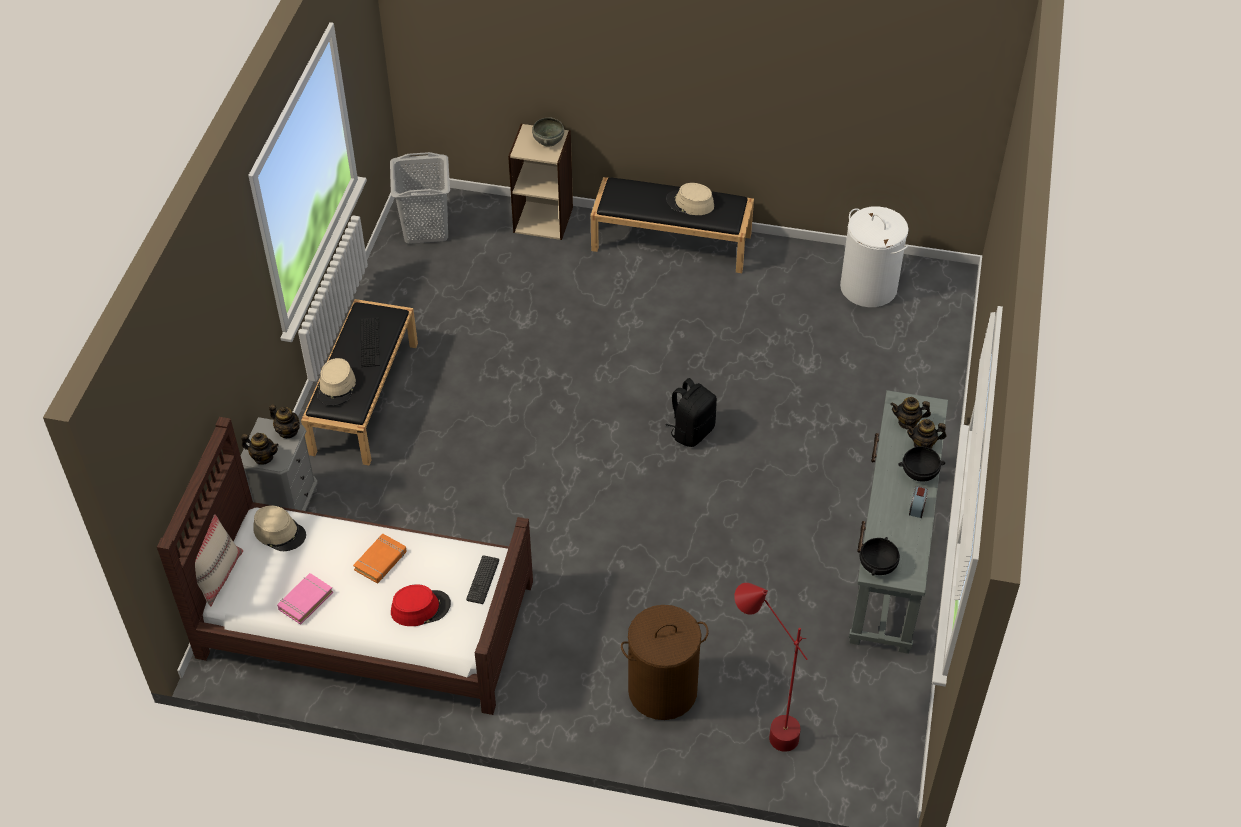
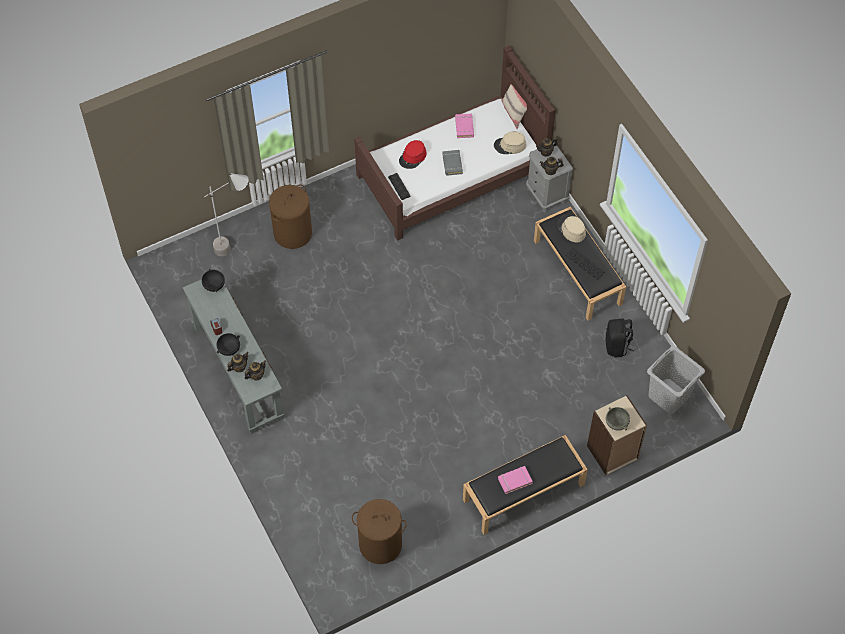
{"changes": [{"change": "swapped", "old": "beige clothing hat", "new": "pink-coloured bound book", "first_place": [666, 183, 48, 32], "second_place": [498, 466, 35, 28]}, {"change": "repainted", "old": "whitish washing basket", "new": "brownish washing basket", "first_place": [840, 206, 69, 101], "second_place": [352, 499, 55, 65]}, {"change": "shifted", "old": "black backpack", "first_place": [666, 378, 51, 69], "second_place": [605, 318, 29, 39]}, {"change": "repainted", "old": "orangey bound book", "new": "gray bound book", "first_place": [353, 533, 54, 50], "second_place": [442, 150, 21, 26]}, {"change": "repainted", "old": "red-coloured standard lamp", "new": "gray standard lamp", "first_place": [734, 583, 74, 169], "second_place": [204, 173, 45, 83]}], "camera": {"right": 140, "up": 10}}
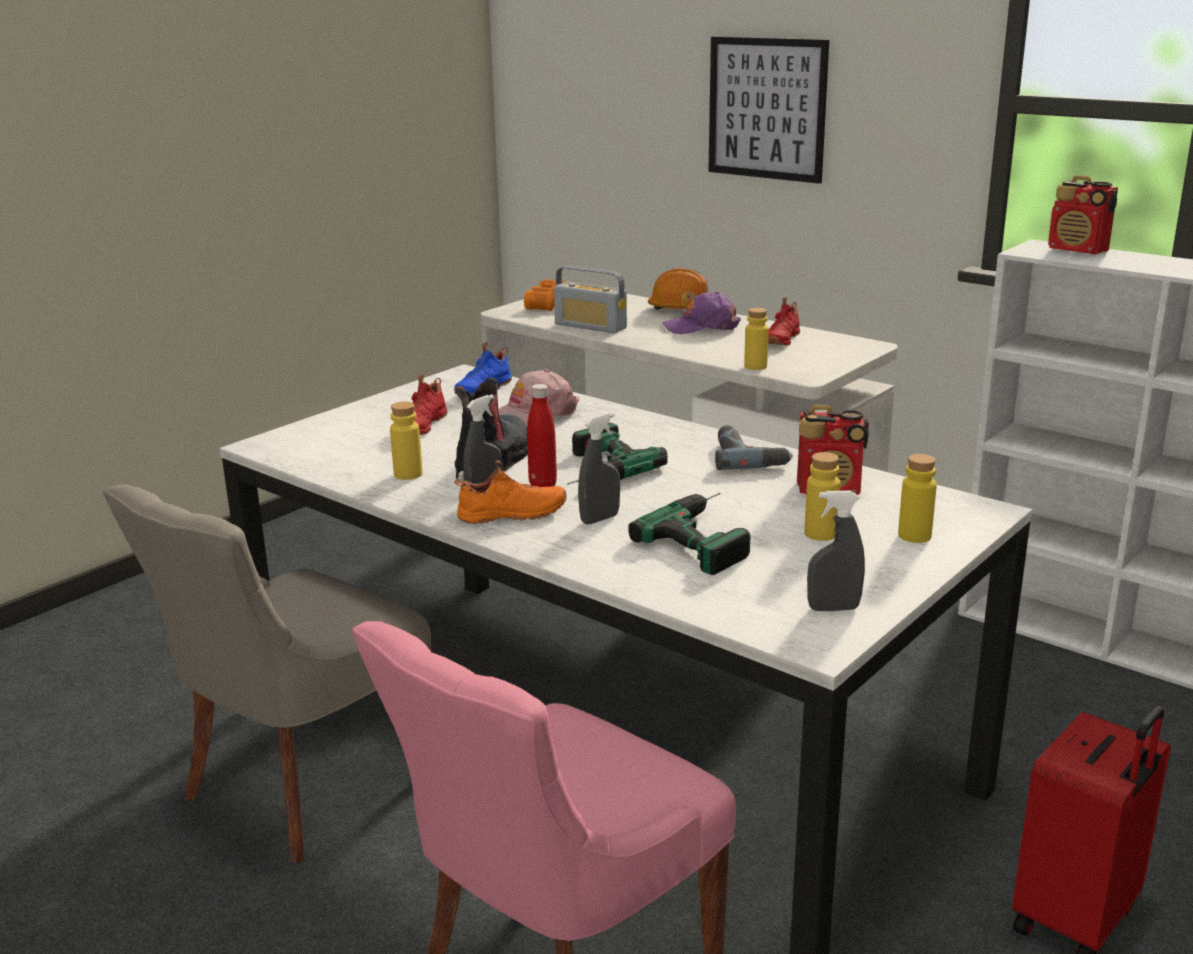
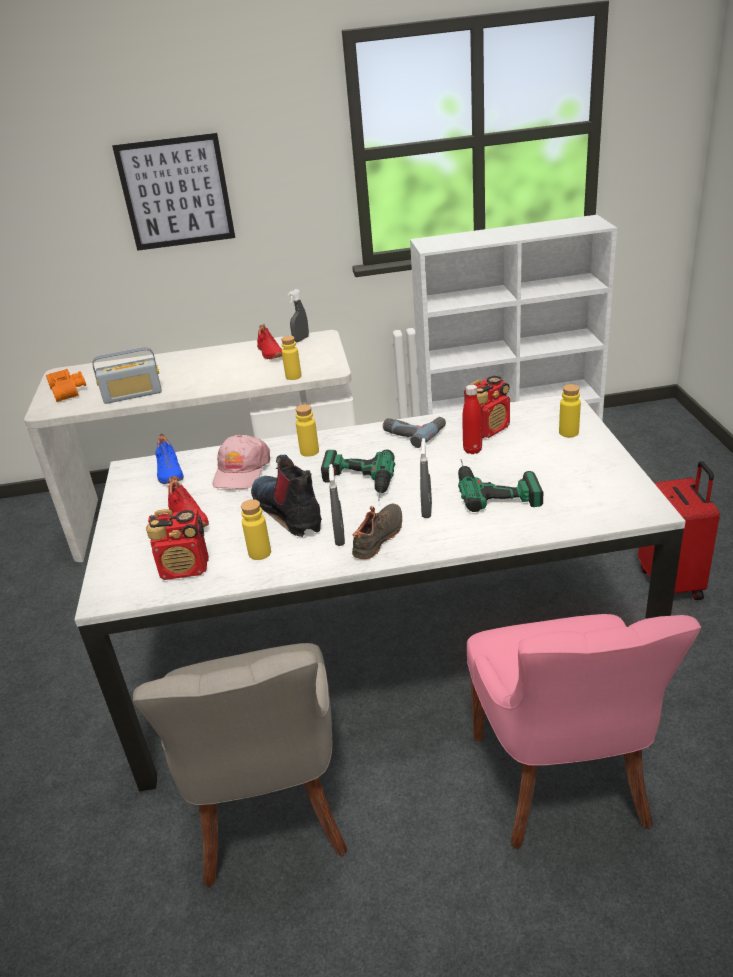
{"changes": [{"change": "shifted", "old": "radio receiver", "first_place": [1048, 175, 70, 79], "second_place": [146, 509, 63, 71]}, {"change": "gone", "old": "orangey hard hat", "first_place": [648, 268, 61, 42]}, {"change": "gone", "old": "purple-coloured baseball cap", "first_place": [663, 292, 78, 42]}, {"change": "shifted", "old": "red-coloured drink bottle", "first_place": [527, 384, 30, 103], "second_place": [462, 385, 20, 69]}, {"change": "shifted", "old": "yellow drink bottle", "first_place": [805, 452, 35, 89], "second_place": [295, 404, 24, 53]}, {"change": "repainted", "old": "orangey shoe", "new": "black shoe", "first_place": [455, 460, 112, 64], "second_place": [352, 504, 50, 55]}, {"change": "shifted", "old": "gray sprayer", "first_place": [807, 491, 58, 120], "second_place": [288, 289, 21, 53]}], "camera": {"right": -45, "up": 10}}
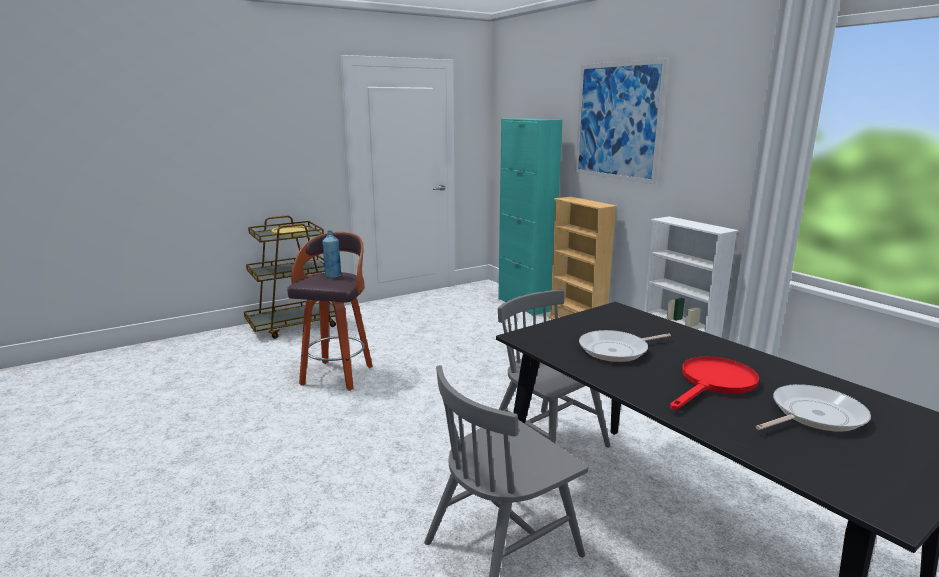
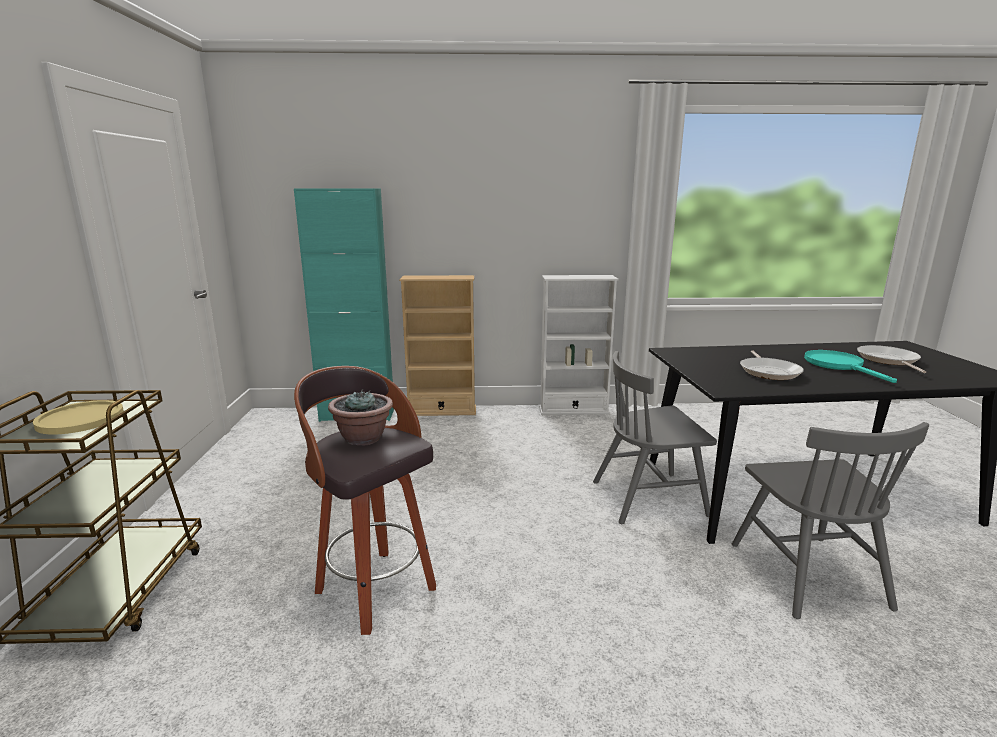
{"changes": [{"change": "gone", "old": "wall art", "first_place": [575, 58, 93, 126]}, {"change": "swapped", "old": "blue-coloured drink bottle", "new": "potted plant", "first_place": [322, 230, 19, 48], "second_place": [328, 389, 65, 56]}, {"change": "repainted", "old": "red-coloured skillet", "new": "turquoise-coloured skillet", "first_place": [670, 357, 89, 53], "second_place": [804, 350, 93, 33]}], "camera": {"right": -60, "up": 0}}
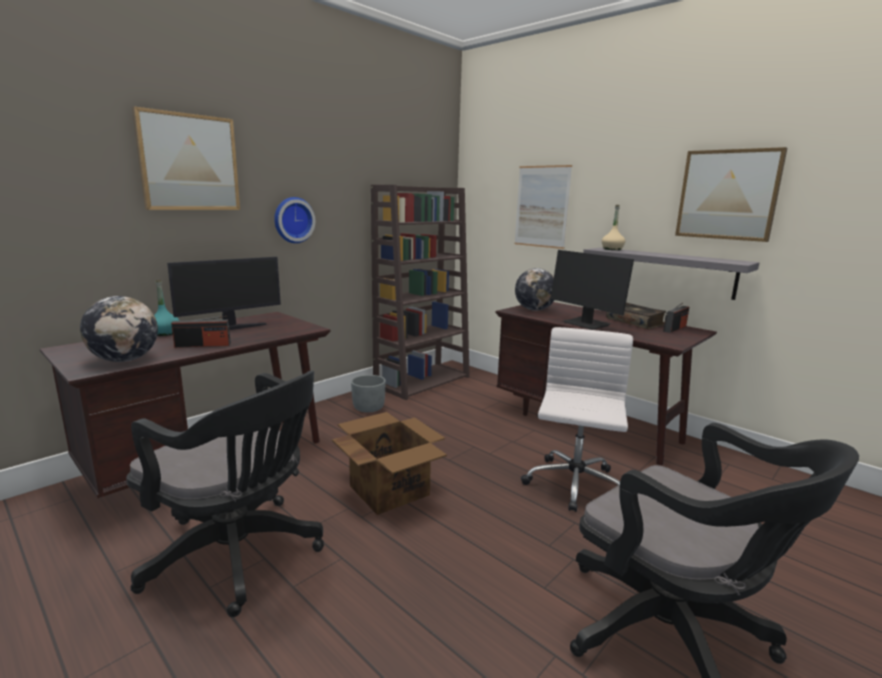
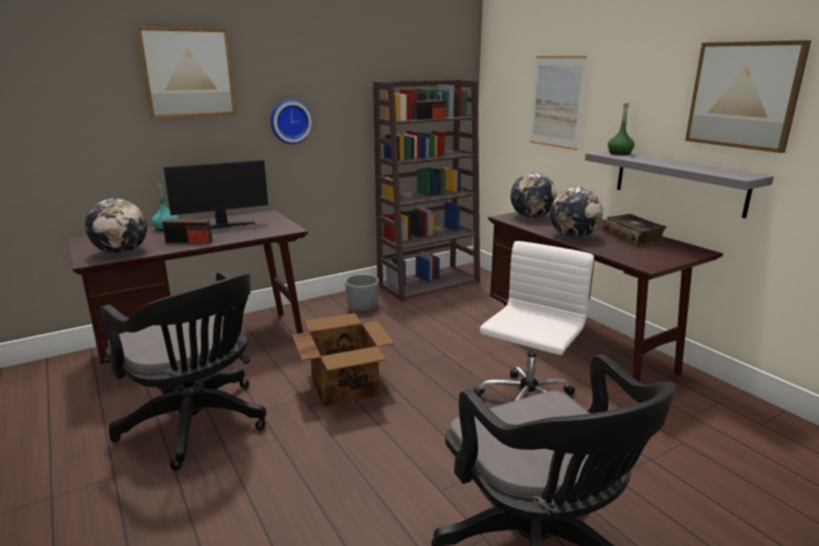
{"changes": [{"change": "repainted", "old": "beige drink bottle", "new": "green drink bottle", "first_place": [602, 205, 23, 45], "second_place": [608, 104, 27, 51]}, {"change": "swapped", "old": "monitor", "new": "desk globe", "first_place": [551, 250, 83, 80], "second_place": [550, 187, 53, 51]}, {"change": "shifted", "old": "radio receiver", "first_place": [663, 303, 26, 30], "second_place": [413, 97, 33, 23]}], "camera": {"right": 15, "up": 5}}
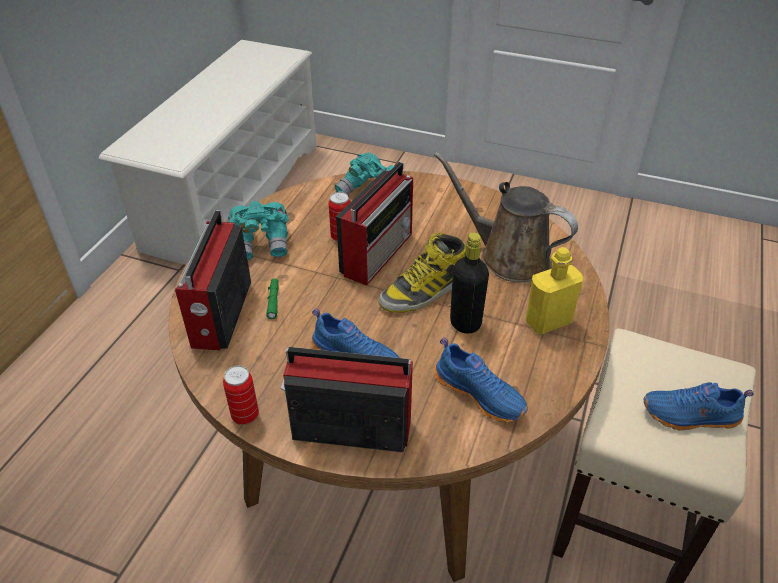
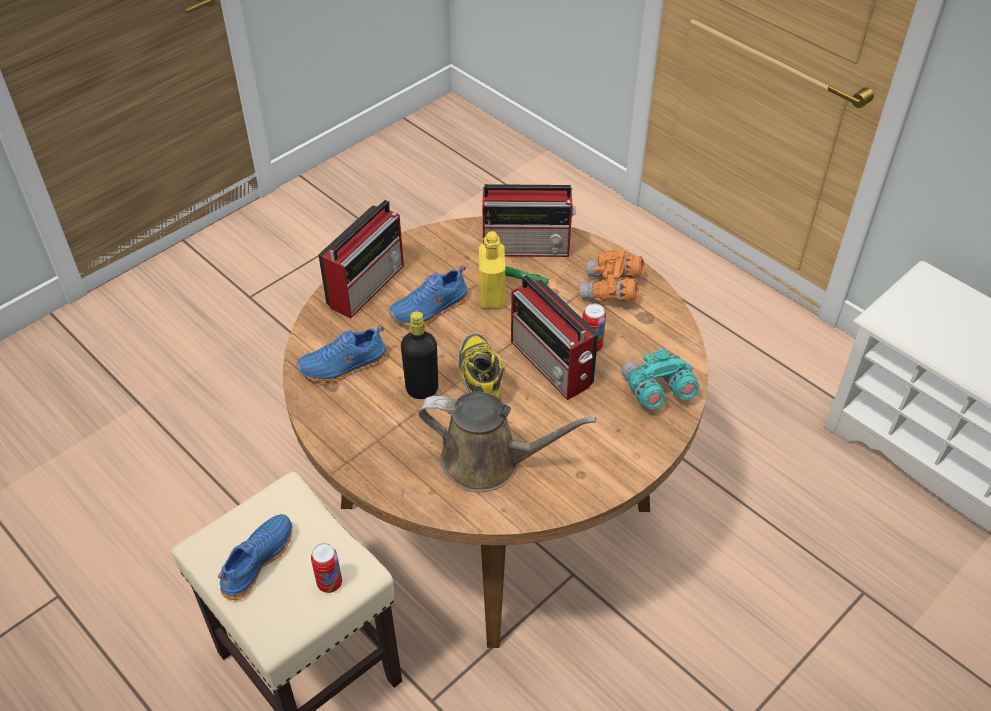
{"changes": [{"change": "rotated", "old": "brownish watering pot", "first_place": [434, 152, 144, 130], "second_place": [418, 392, 178, 100], "degrees": 45}, {"change": "repainted", "old": "turquoise-coloured binoculars", "new": "orangey binoculars", "first_place": [227, 201, 62, 59], "second_place": [580, 249, 65, 53]}, {"change": "rotated", "old": "radio receiver", "first_place": [175, 210, 76, 141], "second_place": [483, 184, 93, 73], "degrees": 150}, {"change": "shifted", "old": "yellow drink bottle", "first_place": [526, 247, 57, 87], "second_place": [479, 231, 26, 78]}, {"change": "shifted", "old": "can", "first_place": [223, 366, 36, 59], "second_place": [311, 543, 31, 50]}], "camera": {"right": 115, "up": 5}}
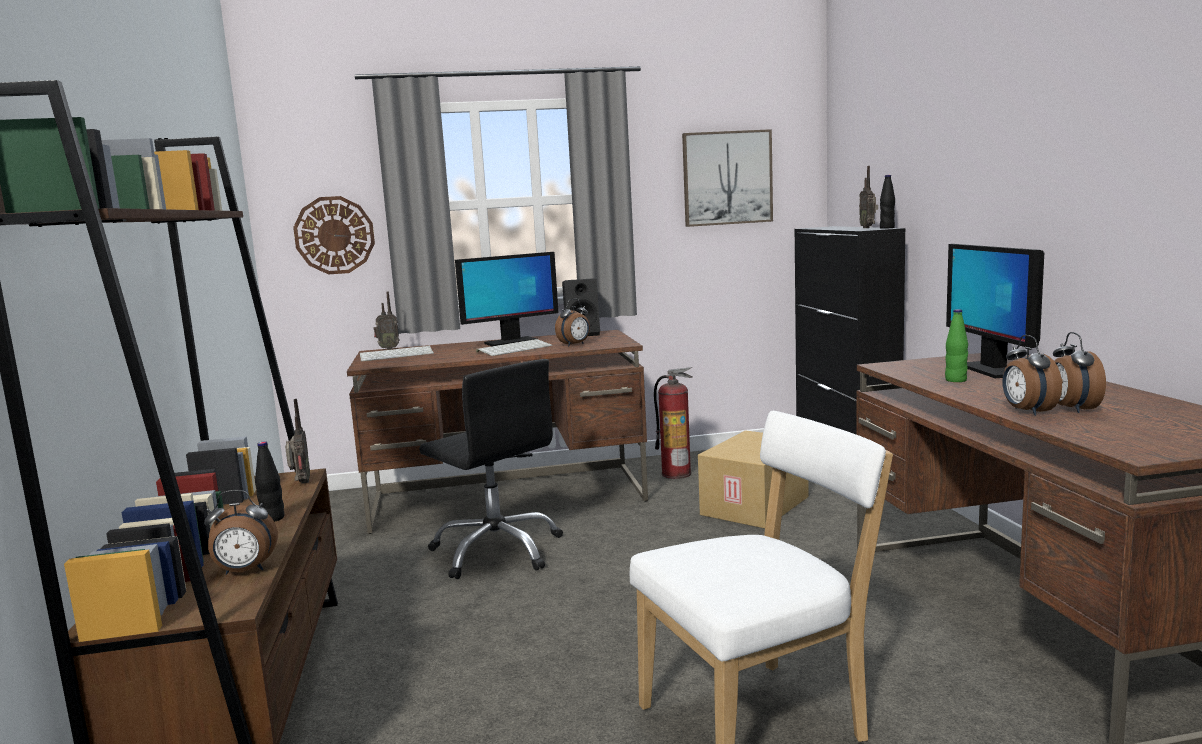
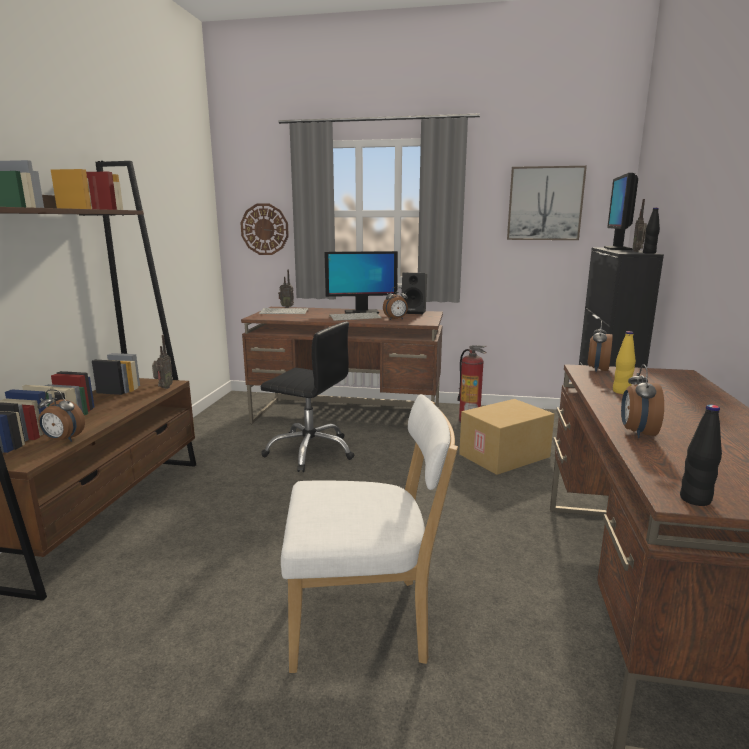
{"changes": [{"change": "shifted", "old": "monitor", "first_place": [946, 244, 98, 134], "second_place": [604, 173, 34, 77]}, {"change": "repainted", "old": "green drink bottle", "new": "yellow drink bottle", "first_place": [945, 309, 23, 73], "second_place": [613, 331, 23, 63]}, {"change": "shifted", "old": "table clock", "first_place": [1053, 332, 53, 81], "second_place": [587, 321, 26, 51]}, {"change": "rotated", "old": "black computer chair", "first_place": [419, 359, 144, 220], "second_place": [261, 322, 93, 150], "degrees": -45}, {"change": "shifted", "old": "black drink bottle", "first_place": [255, 441, 30, 81], "second_place": [680, 405, 42, 101]}], "camera": {"right": 20, "up": 5}}
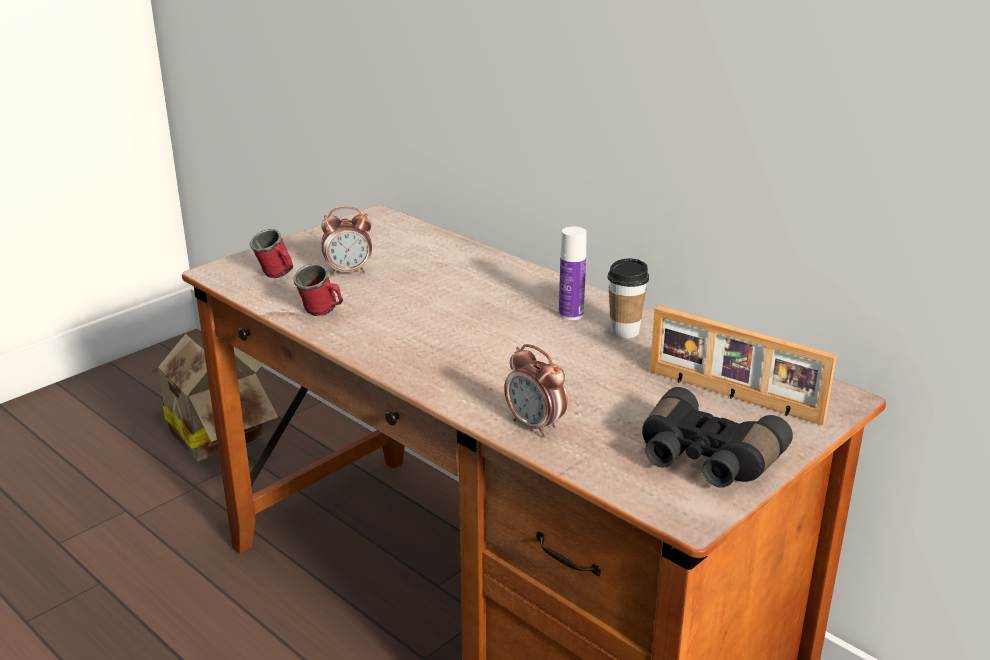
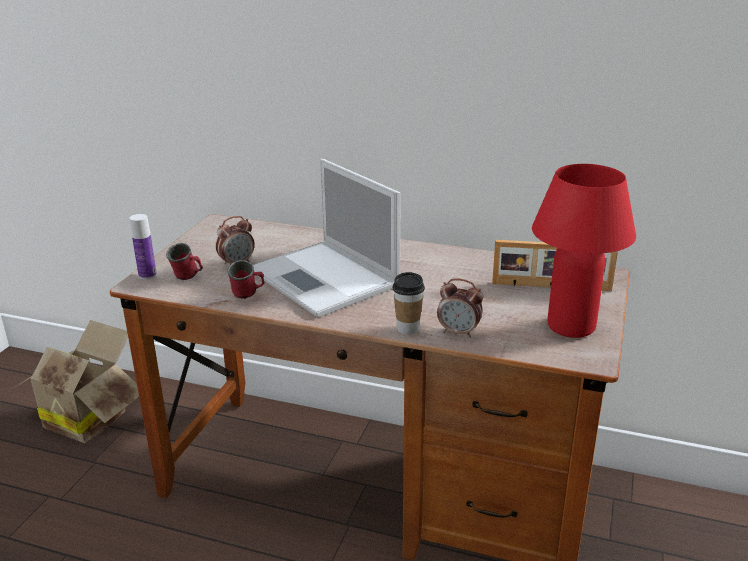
{"changes": [{"change": "shifted", "old": "drink bottle", "first_place": [559, 226, 28, 94], "second_place": [129, 214, 28, 66]}, {"change": "shifted", "old": "cup", "first_place": [607, 258, 42, 80], "second_place": [393, 272, 32, 62]}, {"change": "swapped", "old": "black binoculars", "new": "red-coloured tabletop lamp", "first_place": [642, 387, 151, 101], "second_place": [532, 164, 104, 174]}, {"change": "new", "new": "laptop", "second_place": [253, 159, 148, 159]}], "camera": {"right": -25, "up": 0}}
